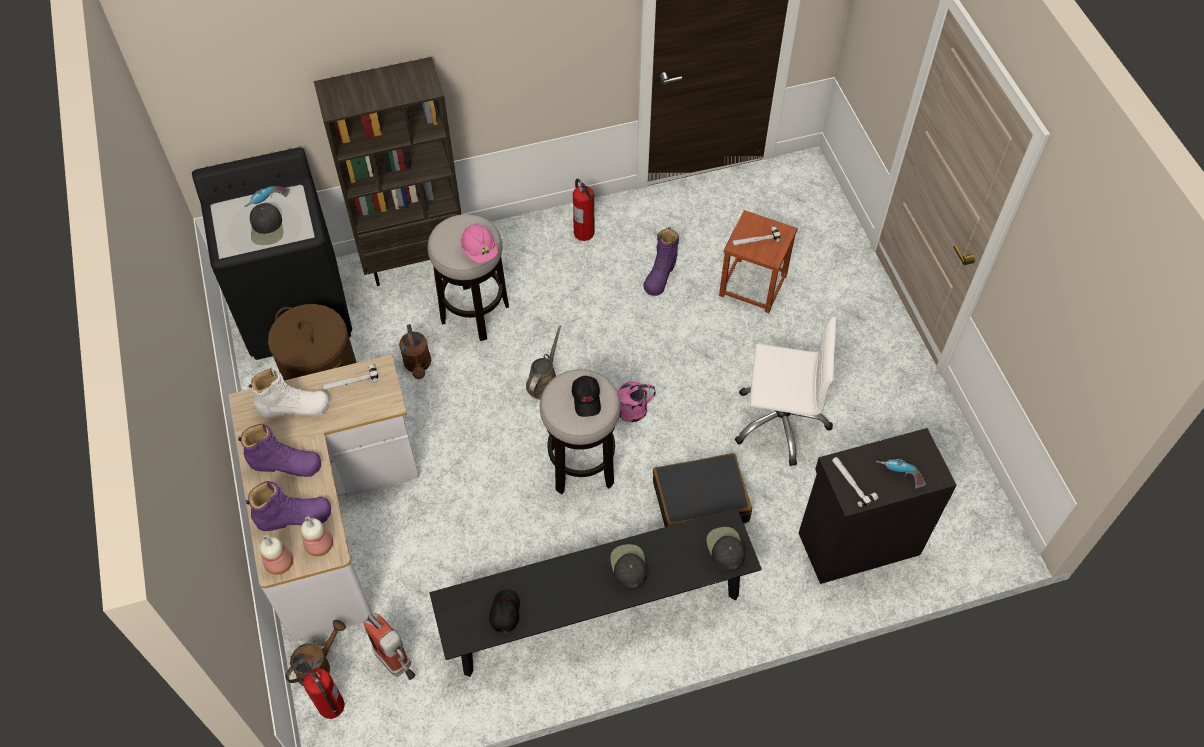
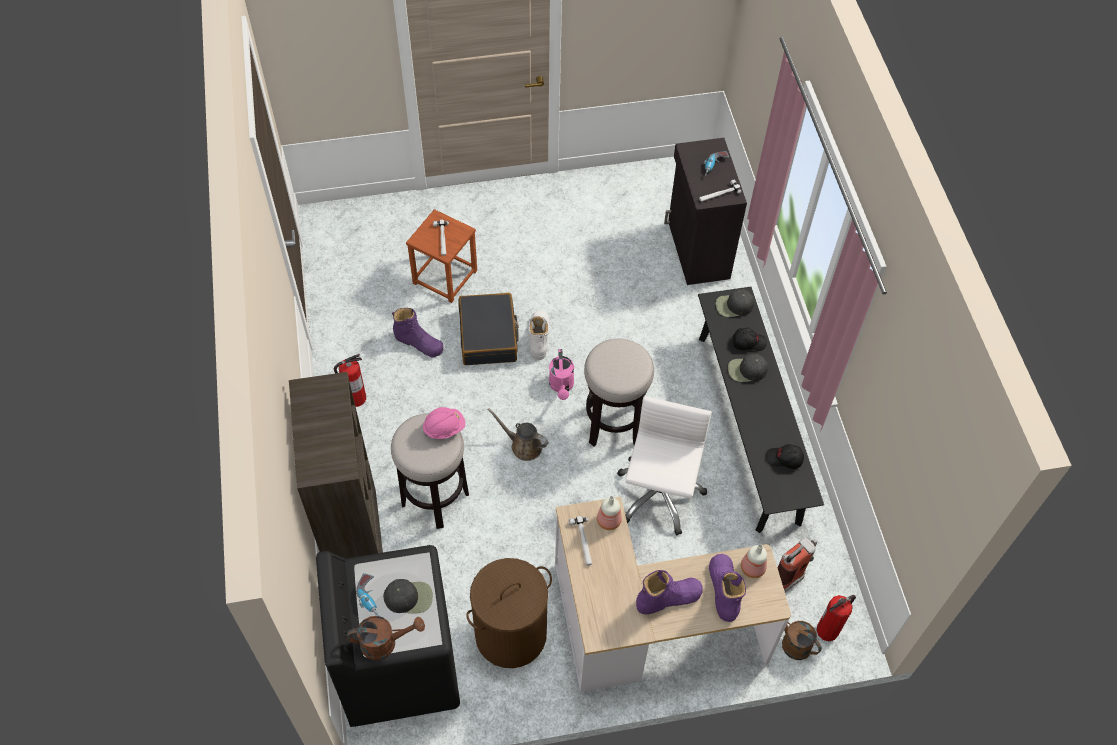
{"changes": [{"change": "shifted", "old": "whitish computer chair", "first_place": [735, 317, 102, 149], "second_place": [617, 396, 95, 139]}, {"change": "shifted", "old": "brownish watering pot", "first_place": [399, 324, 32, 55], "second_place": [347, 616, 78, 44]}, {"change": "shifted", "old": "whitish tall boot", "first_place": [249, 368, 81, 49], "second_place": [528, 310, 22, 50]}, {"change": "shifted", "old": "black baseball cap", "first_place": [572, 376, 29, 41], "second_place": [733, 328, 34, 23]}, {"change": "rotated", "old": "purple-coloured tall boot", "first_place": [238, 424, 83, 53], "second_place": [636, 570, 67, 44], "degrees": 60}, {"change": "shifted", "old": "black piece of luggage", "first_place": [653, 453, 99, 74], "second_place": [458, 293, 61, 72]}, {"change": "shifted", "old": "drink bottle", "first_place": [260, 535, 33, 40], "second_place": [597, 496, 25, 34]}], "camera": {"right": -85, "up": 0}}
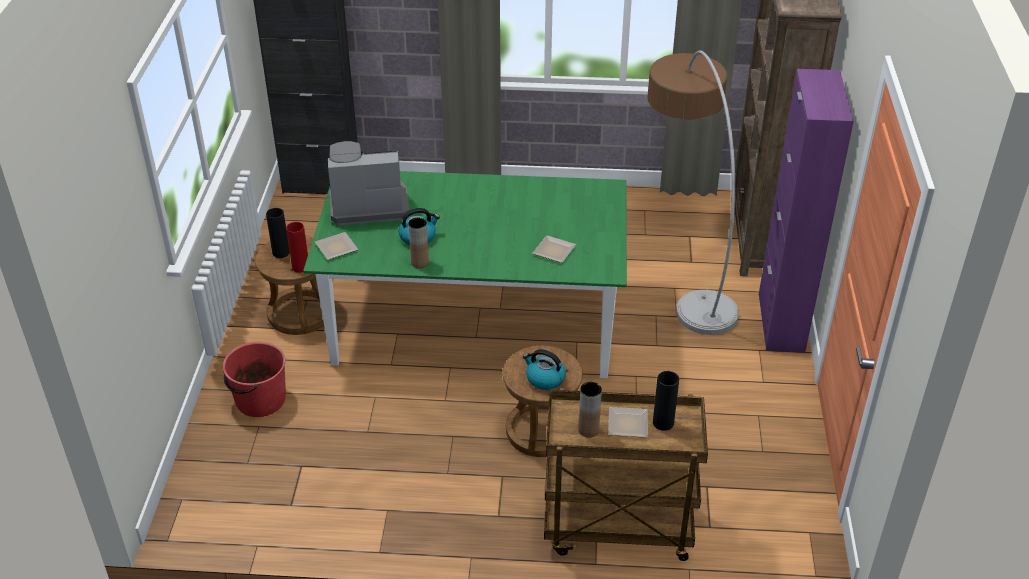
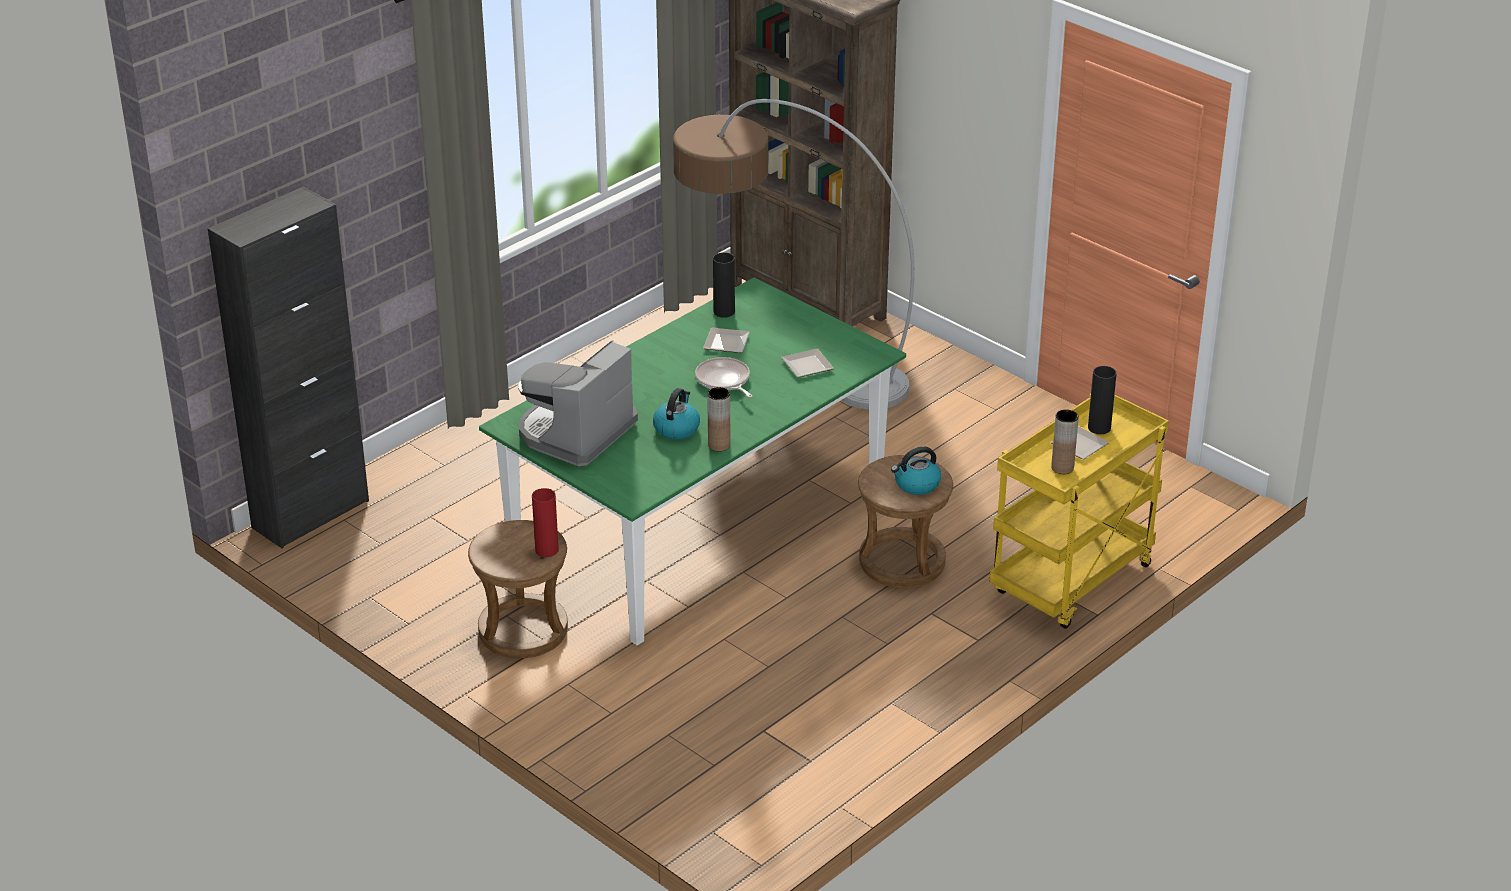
{"changes": [{"change": "gone", "old": "purple-coloured cupboard", "first_place": [759, 69, 95, 283]}, {"change": "shifted", "old": "black flower vase", "first_place": [266, 208, 24, 50], "second_place": [713, 252, 22, 66]}, {"change": "shifted", "old": "plate", "first_place": [315, 232, 43, 28], "second_place": [703, 328, 47, 25]}, {"change": "gone", "old": "red-coloured bucket", "first_place": [223, 342, 63, 75]}, {"change": "repainted", "old": "brownish trolley", "new": "yellow trolley", "first_place": [544, 388, 164, 173], "second_place": [989, 394, 180, 235]}, {"change": "new", "new": "skillet", "second_place": [695, 357, 58, 41]}], "camera": {"right": -50, "up": -5}}
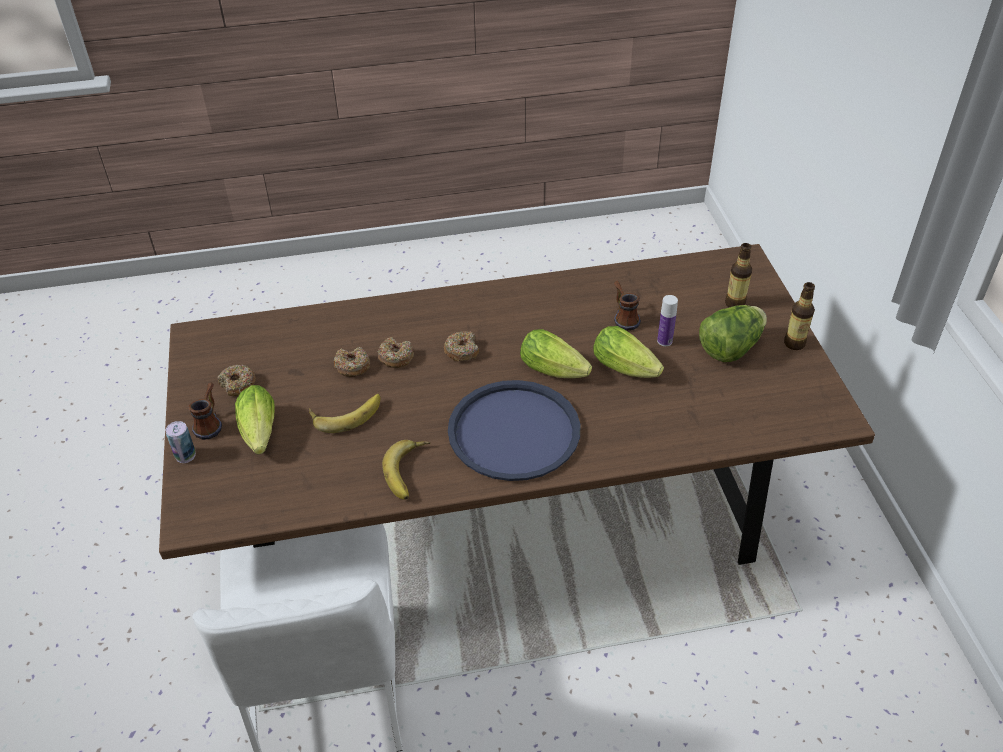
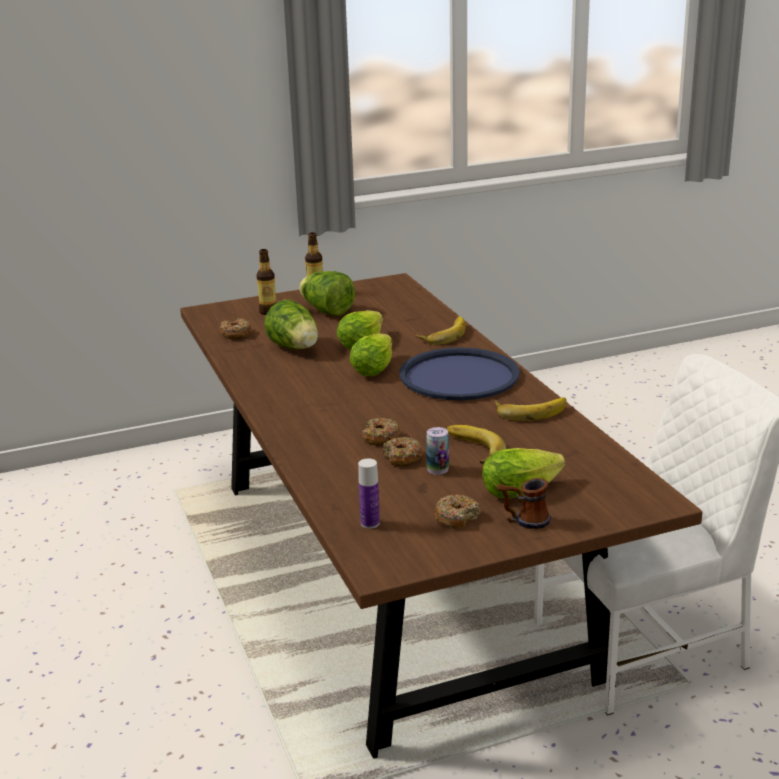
{"changes": [{"change": "swapped", "old": "coffee mug", "new": "lettuce", "first_place": [614, 281, 27, 50], "second_place": [264, 300, 54, 49]}, {"change": "shifted", "old": "drink bottle", "first_place": [657, 295, 21, 51], "second_place": [358, 459, 22, 70]}, {"change": "shifted", "old": "ring doughnut", "first_place": [444, 331, 35, 30], "second_place": [220, 318, 32, 21]}, {"change": "shifted", "old": "can", "first_place": [165, 421, 31, 42], "second_place": [426, 427, 23, 48]}, {"change": "new", "new": "banana", "second_place": [416, 316, 50, 29]}], "camera": {"right": -100, "up": -20}}
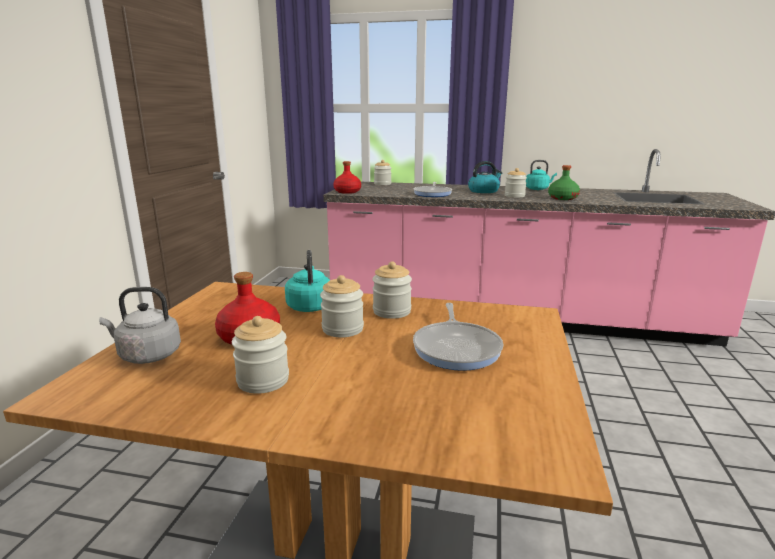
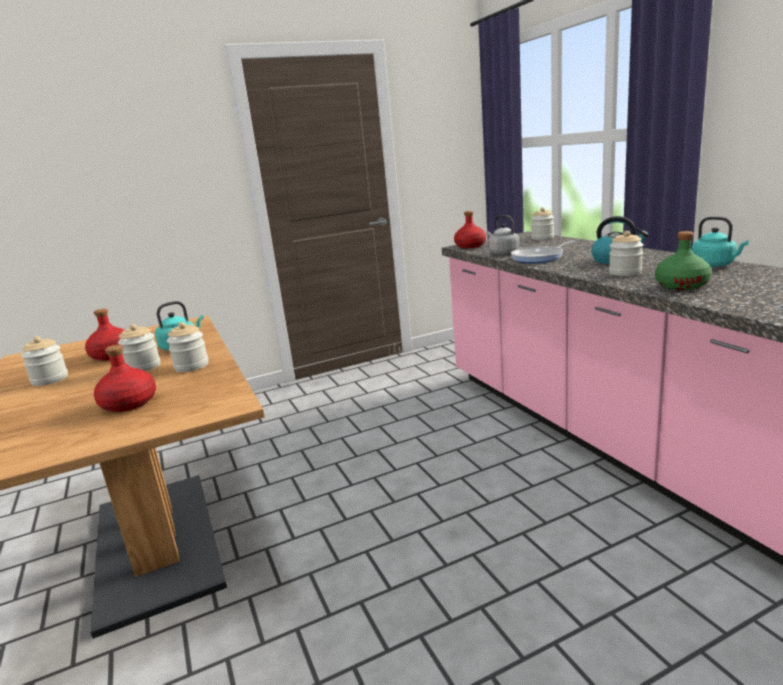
{"changes": [{"change": "shifted", "old": "gray water kettle", "first_place": [99, 287, 82, 77], "second_place": [486, 215, 33, 40]}, {"change": "swapped", "old": "skillet", "new": "red-coloured drink bottle", "first_place": [413, 303, 90, 68], "second_place": [94, 345, 62, 67]}], "camera": {"right": 55, "up": 0}}
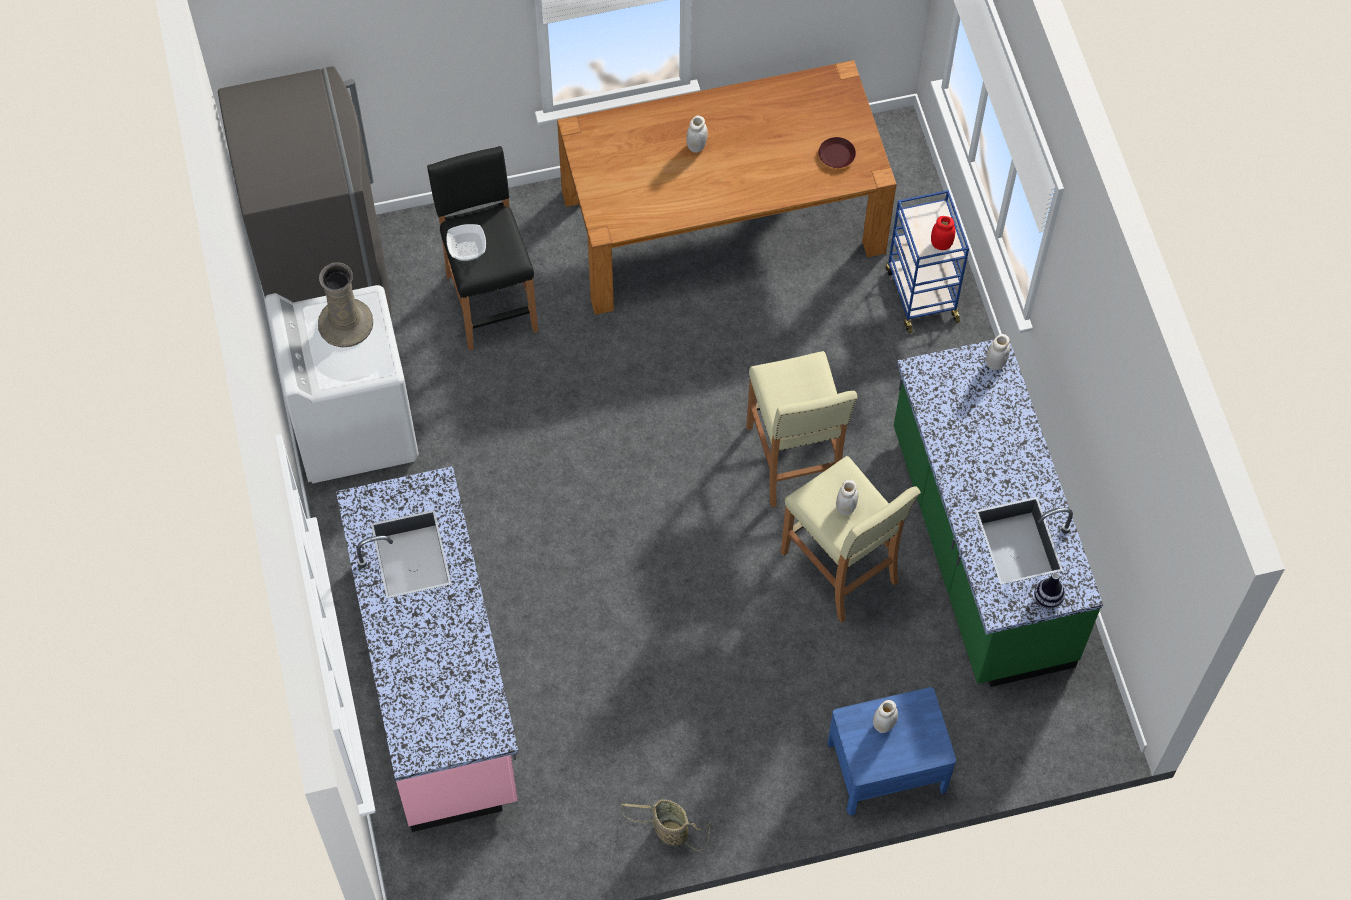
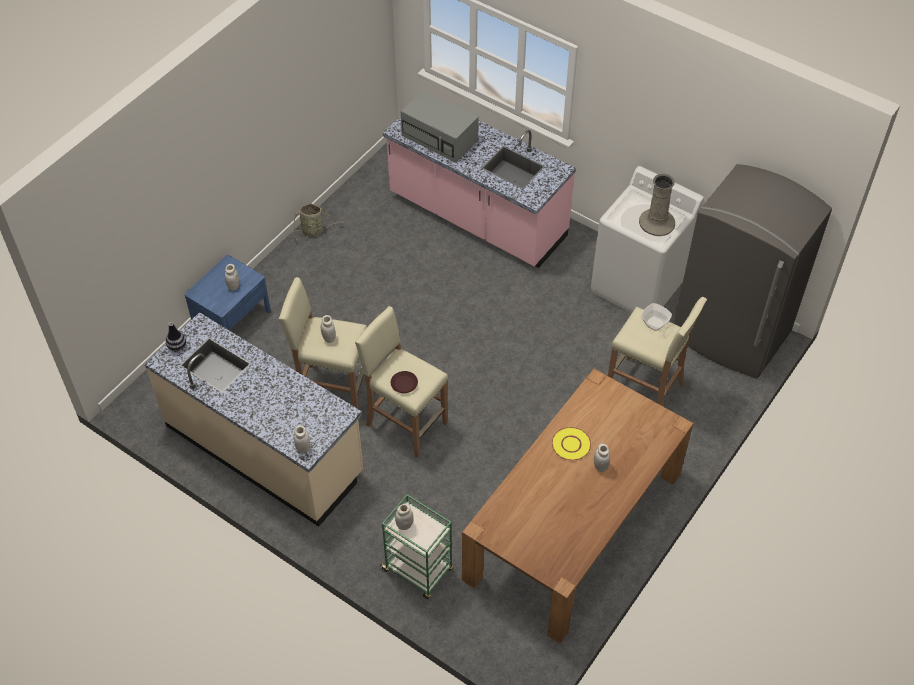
{"changes": [{"change": "shifted", "old": "brownish plate", "first_place": [819, 137, 37, 31], "second_place": [391, 371, 27, 22]}, {"change": "repainted", "old": "black stool seat", "new": "beige stool seat", "first_place": [427, 146, 111, 204], "second_place": [608, 297, 99, 110]}, {"change": "repainted", "old": "blue-coloured trolley", "new": "green trolley", "first_place": [886, 190, 83, 143], "second_place": [379, 494, 75, 105]}, {"change": "repainted", "old": "red-coloured storage jar", "new": "whitish storage jar", "first_place": [931, 216, 24, 34], "second_place": [395, 503, 19, 27]}, {"change": "repainted", "old": "green counter", "new": "beige counter", "first_place": [894, 340, 209, 347], "second_place": [145, 312, 219, 215]}, {"change": "new", "new": "gray kitchen microwave", "second_place": [401, 90, 78, 73]}, {"change": "new", "new": "yellow plate", "second_place": [552, 427, 39, 33]}], "camera": {"right": 140, "up": -10}}
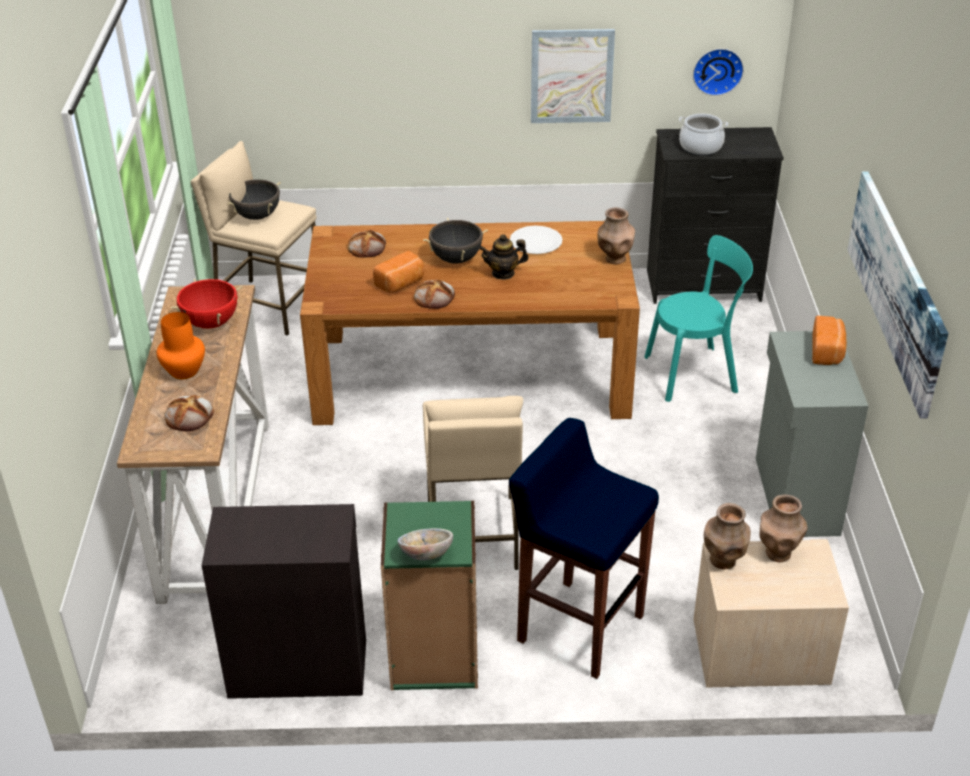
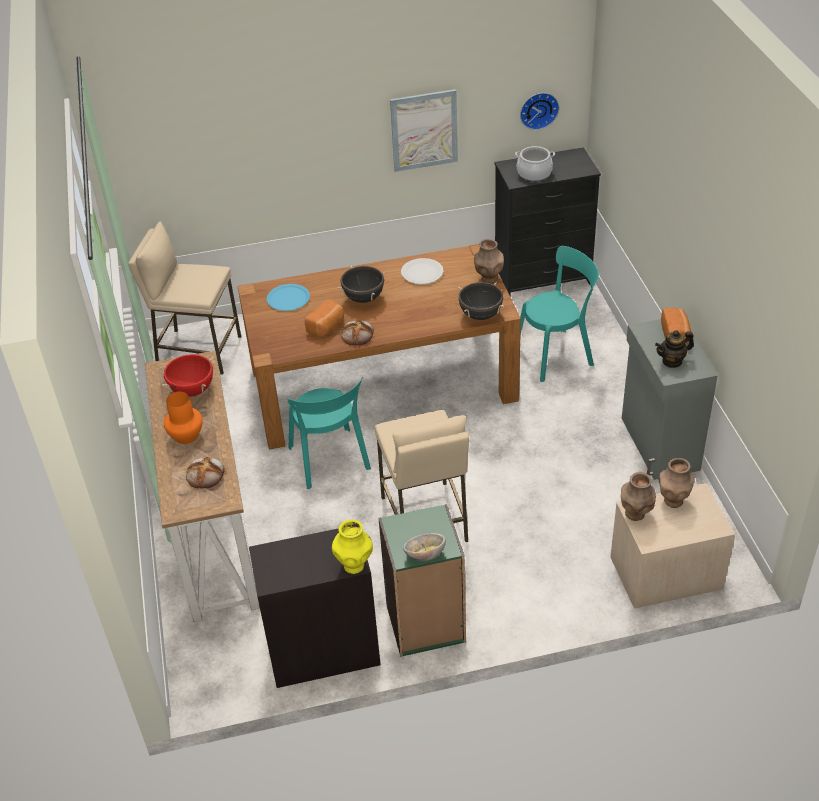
{"changes": [{"change": "gone", "old": "wall art", "first_place": [847, 171, 101, 248]}, {"change": "shifted", "old": "black cooking pot", "first_place": [227, 179, 54, 41], "second_place": [458, 282, 46, 38]}, {"change": "swapped", "old": "bakery bread", "new": "blue-coloured plate", "first_place": [348, 230, 38, 28], "second_place": [267, 284, 43, 27]}, {"change": "shifted", "old": "tea pot", "first_place": [479, 234, 50, 46], "second_place": [655, 330, 39, 38]}, {"change": "gone", "old": "blue-coloured stool seat", "first_place": [509, 418, 150, 261]}, {"change": "new", "new": "turquoise-coloured chair", "second_place": [288, 376, 83, 113]}, {"change": "new", "new": "yellow flower vase", "second_place": [332, 520, 41, 54]}], "camera": {"right": -10, "up": 5}}
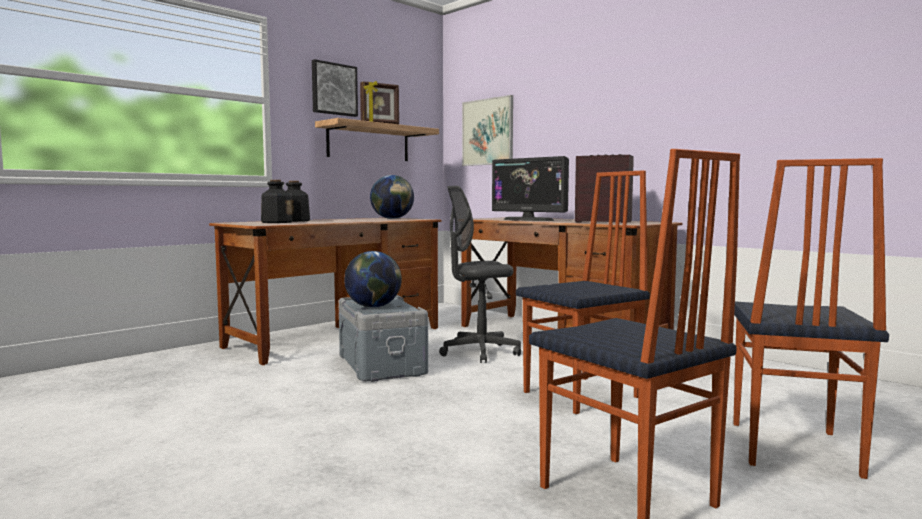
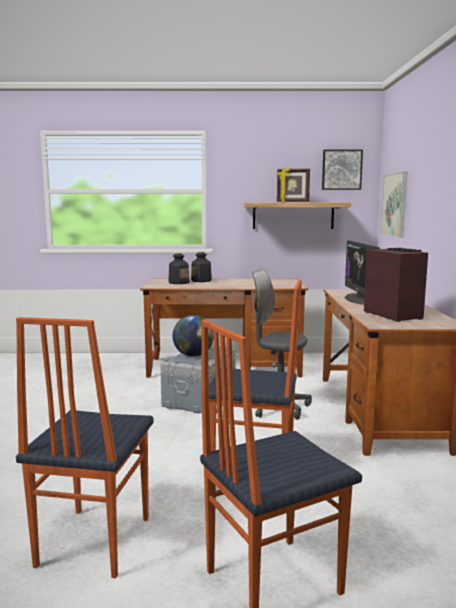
{"changes": [{"change": "shifted", "old": "wall art", "first_place": [312, 59, 46, 58], "second_place": [322, 150, 41, 40]}, {"change": "gone", "old": "desk globe", "first_place": [370, 175, 44, 44]}], "camera": {"right": 45, "up": 5}}
